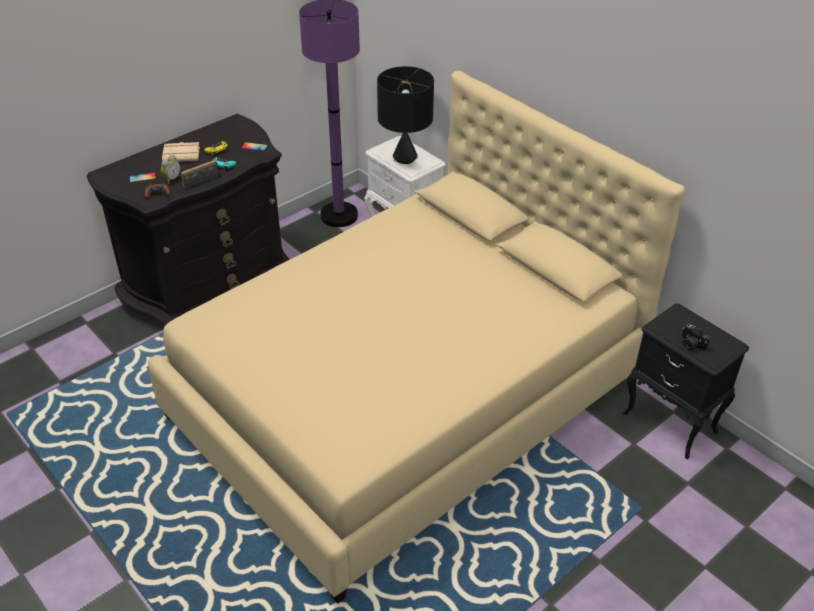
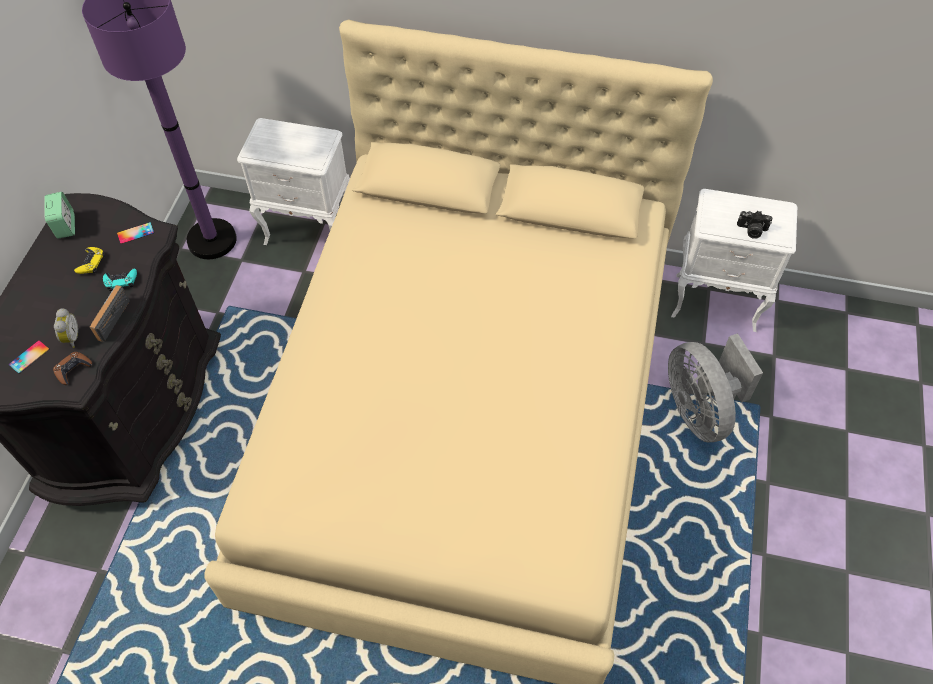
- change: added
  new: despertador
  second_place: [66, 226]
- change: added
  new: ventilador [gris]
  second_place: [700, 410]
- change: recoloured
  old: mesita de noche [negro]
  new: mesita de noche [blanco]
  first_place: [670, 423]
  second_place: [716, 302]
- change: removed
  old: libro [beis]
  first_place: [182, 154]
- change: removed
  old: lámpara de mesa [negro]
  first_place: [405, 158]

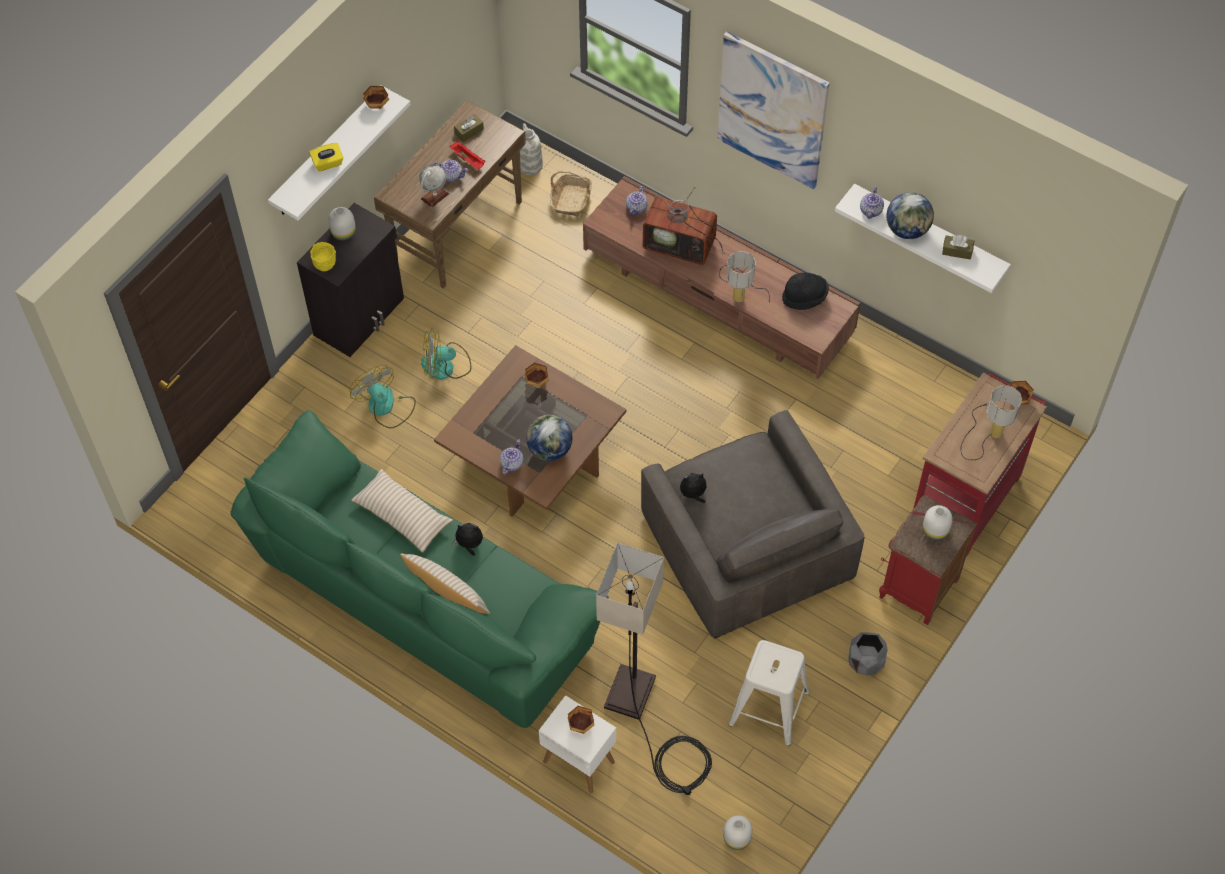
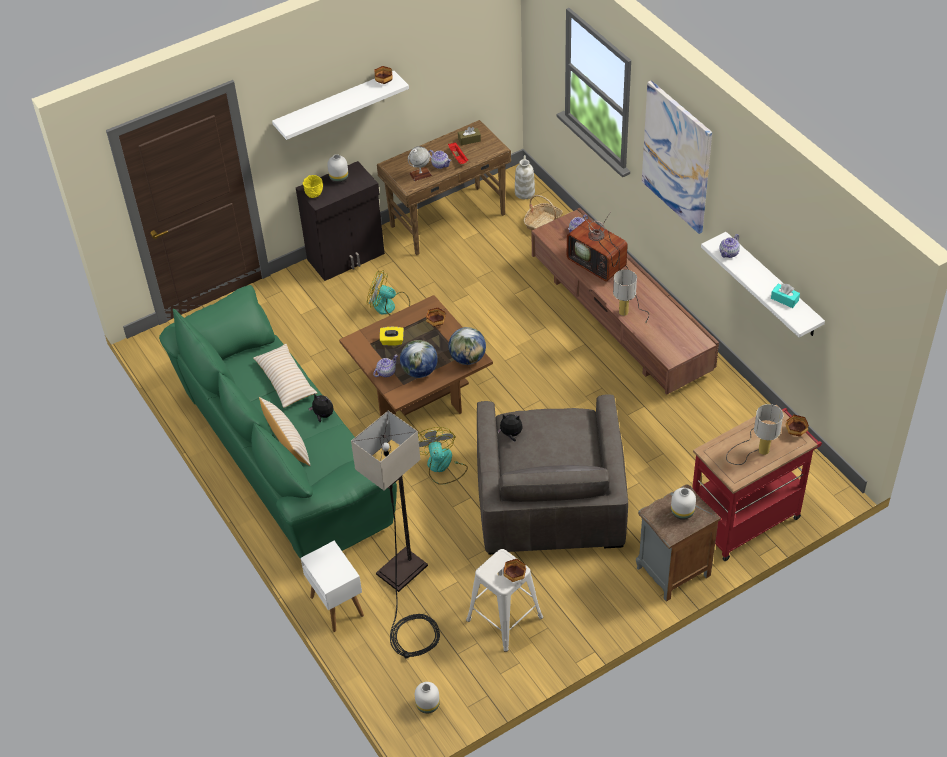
- change: moved
  old: caja de pañuelos [amarillo]
  first_place: [328, 163]
  second_place: [392, 341]
- change: moved
  old: ventilador
  first_place: [386, 407]
  second_place: [441, 466]
- change: moved
  old: globo terráqueo
  first_place: [907, 230]
  second_place: [468, 358]
- change: moved
  old: cuenco
  first_place: [581, 725]
  second_place: [515, 576]
- change: recoloured
  old: mesita de noche [rojo]
  new: mesita de noche [gris]
  first_place: [917, 587]
  second_place: [672, 570]
- change: recoloured
  old: caja de pañuelos [marrón]
  new: caja de pañuelos [turquesa]
  first_place: [957, 251]
  second_place: [784, 299]
- change: removed
  old: sombrero [negro]
  first_place: [804, 297]
- change: removed
  old: maceta [gris]
  first_place: [865, 661]

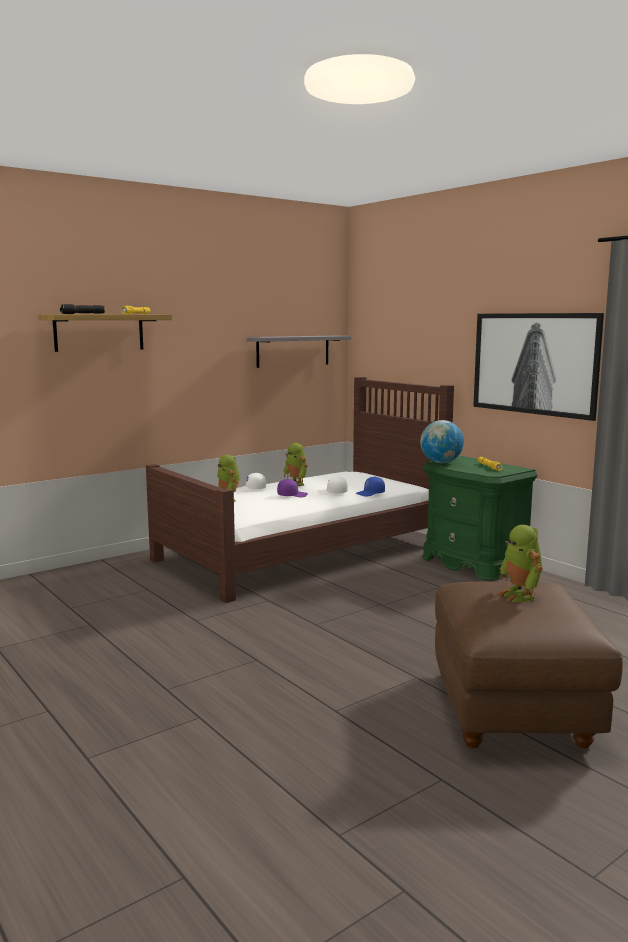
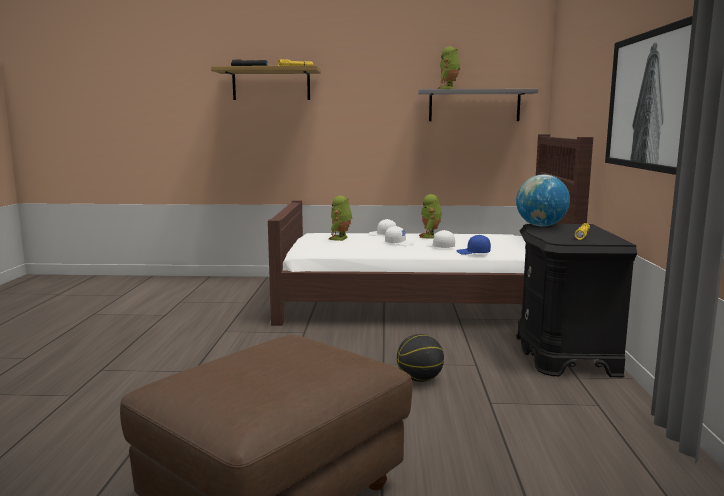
- change: recoloured
  old: gorra [morado]
  new: gorra [blanco]
  first_place: [292, 495]
  second_place: [399, 243]
- change: added
  new: balón de baloncesto
  second_place: [420, 379]
- change: moved
  old: robot de juguete
  first_place: [520, 596]
  second_place: [448, 89]
- change: recoloured
  old: mesita de noche [verde]
  new: mesita de noche [negro]
  first_place: [471, 563]
  second_place: [562, 354]

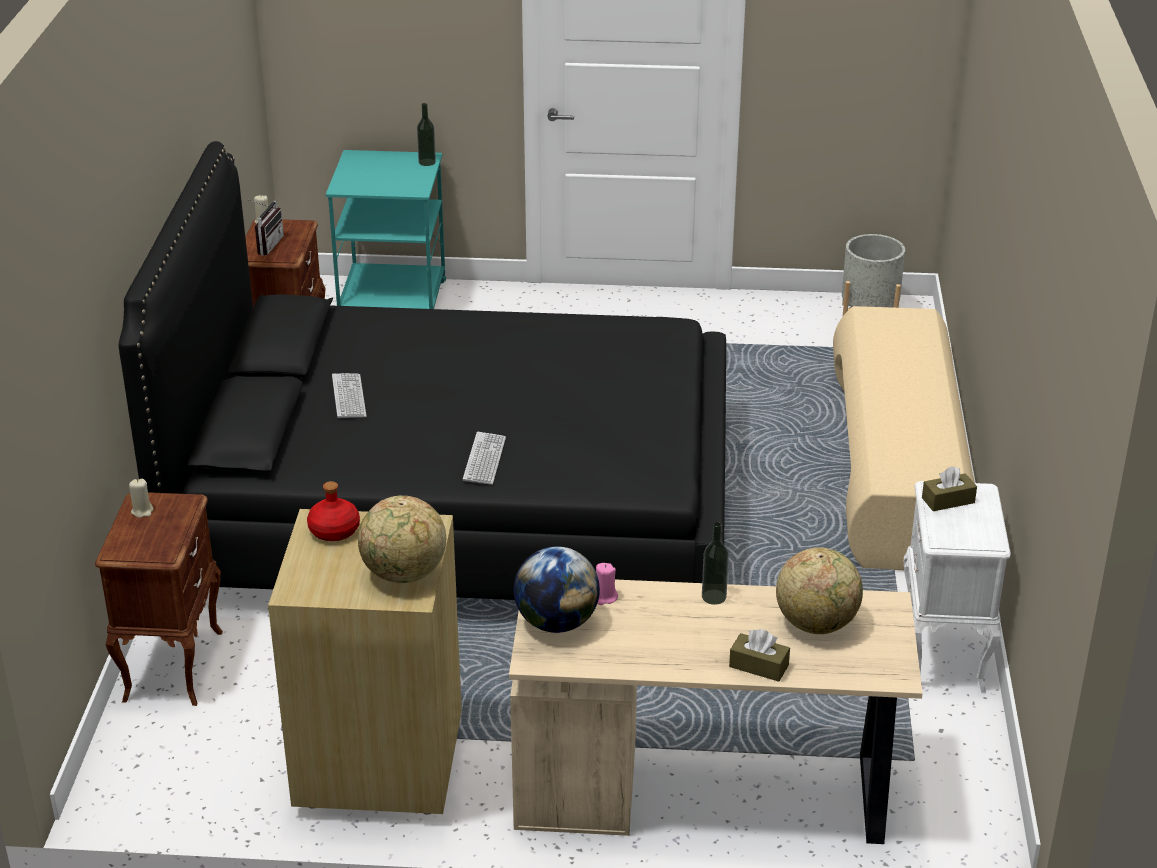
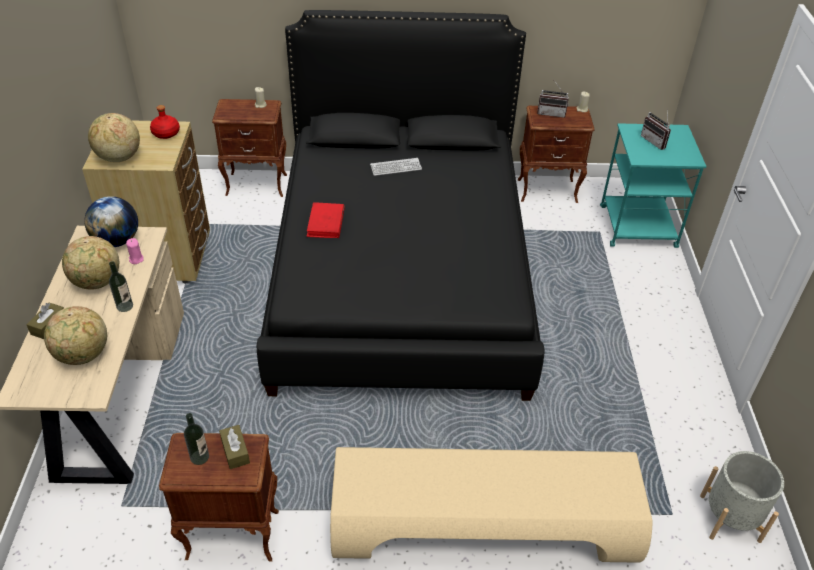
- change: added
  new: globo terráqueo
  second_place: [97, 282]
- change: recoloured
  old: mesita de noche [blanco]
  new: mesita de noche [marrón]
  first_place: [943, 655]
  second_place: [232, 535]
- change: moved
  old: botella
  first_place: [427, 162]
  second_place: [199, 457]
- change: replaced
  old: teclado
  new: libro [rojo]
  first_place: [484, 459]
  second_place: [326, 223]
- change: added
  new: radio
  second_place: [655, 141]

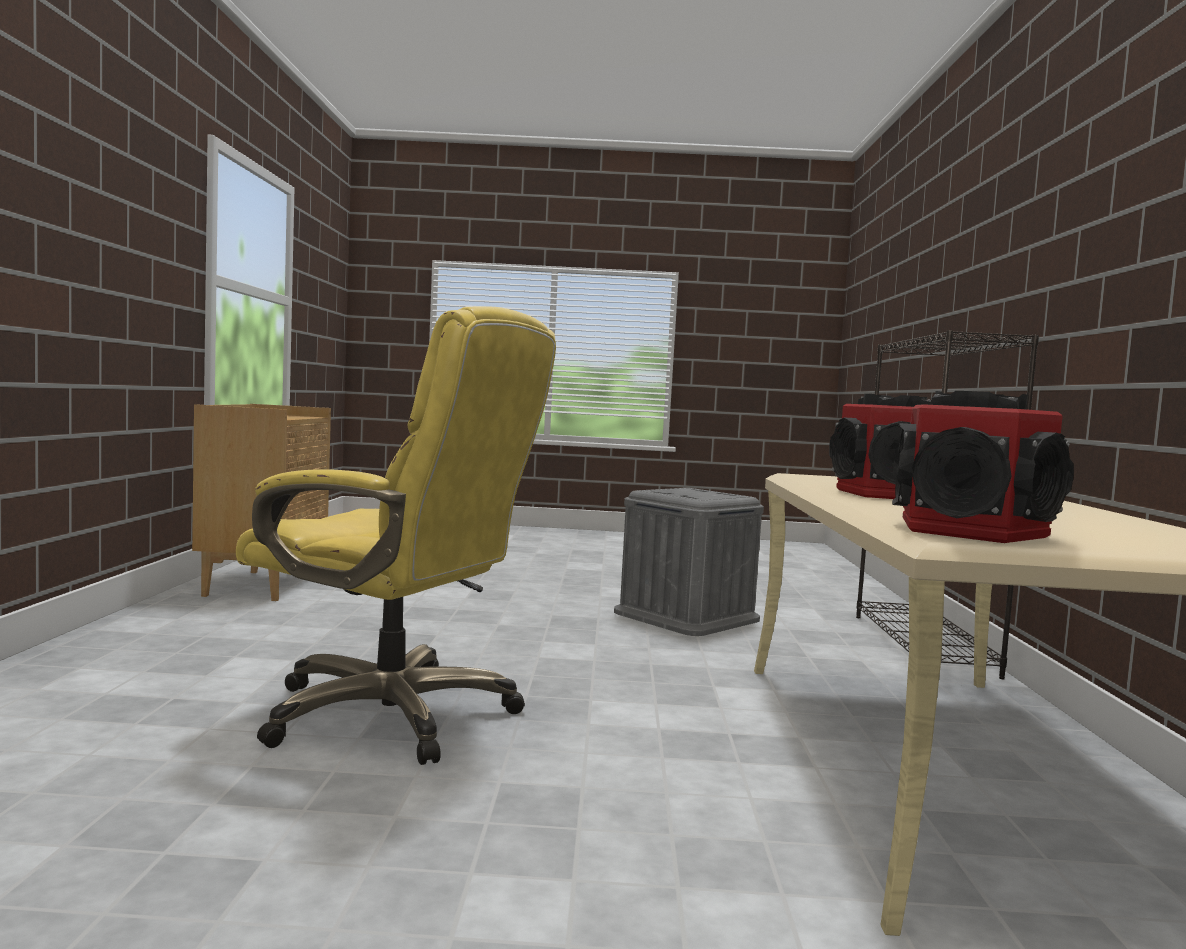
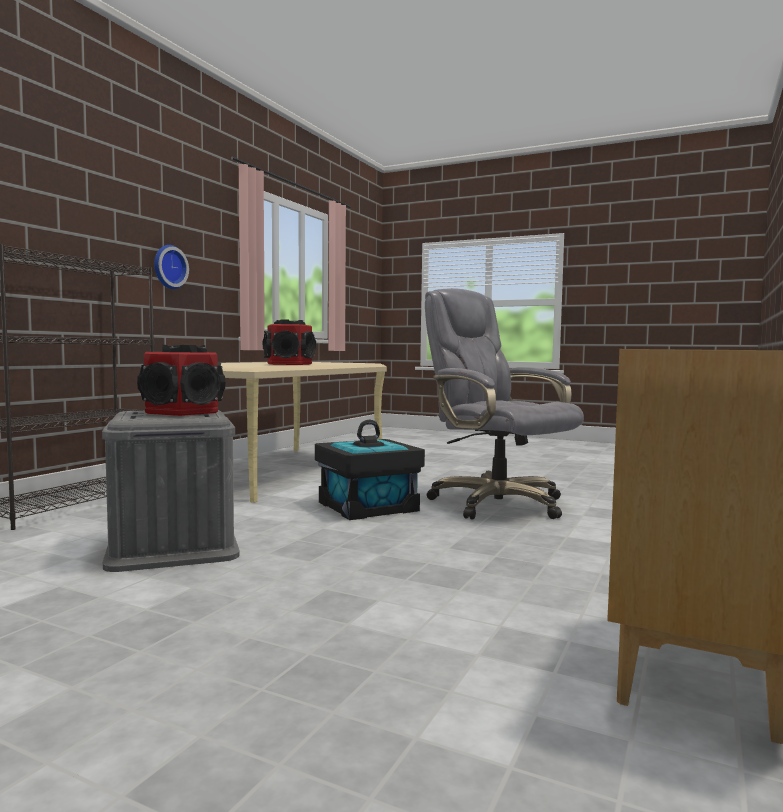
- change: moved
  old: altavoz
  first_place: [970, 531]
  second_place: [182, 412]
- change: added
  new: reloj de pared
  second_place: [168, 267]
- change: added
  new: caja de almacenaje [negro]
  second_place: [368, 507]
- change: recoloured
  old: silla de oficina [amarillo]
  new: silla de oficina [gris]
  first_place: [390, 714]
  second_place: [498, 503]

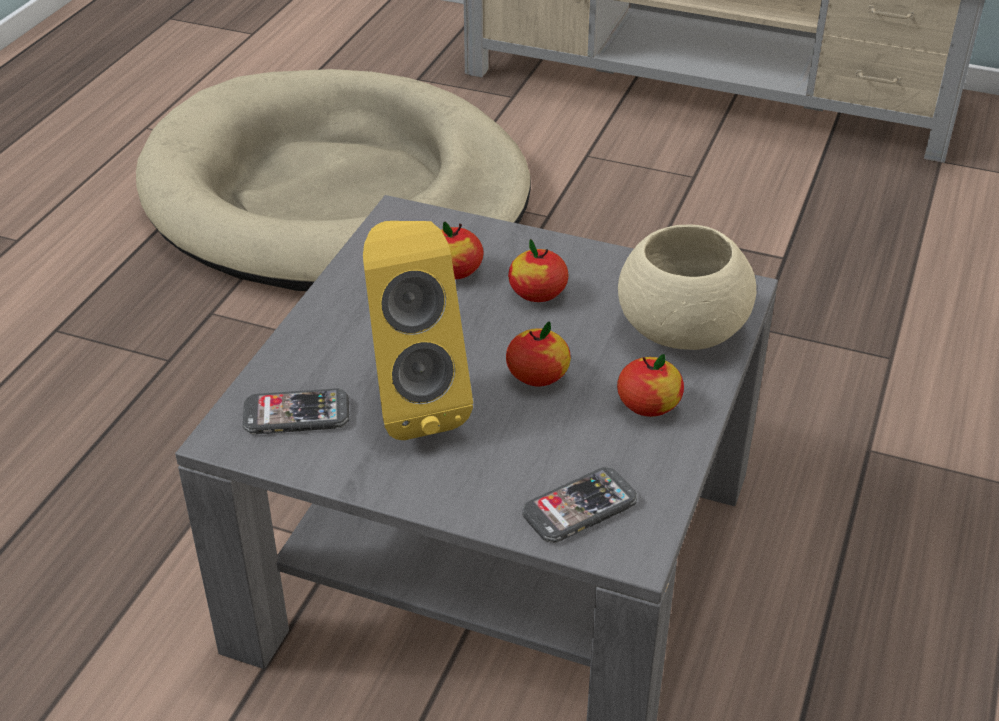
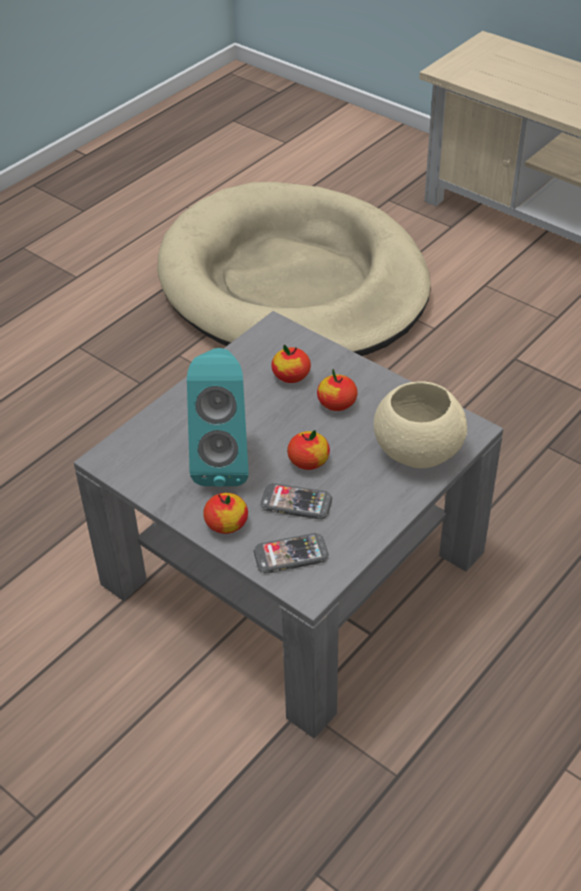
- change: recoloured
  old: altavoz [amarillo]
  new: altavoz [turquesa]
  first_place: [412, 402]
  second_place: [223, 462]
- change: moved
  old: manzana
  first_place: [648, 404]
  second_place: [226, 524]
- change: moved
  old: móvil
  first_place: [296, 414]
  second_place: [296, 503]

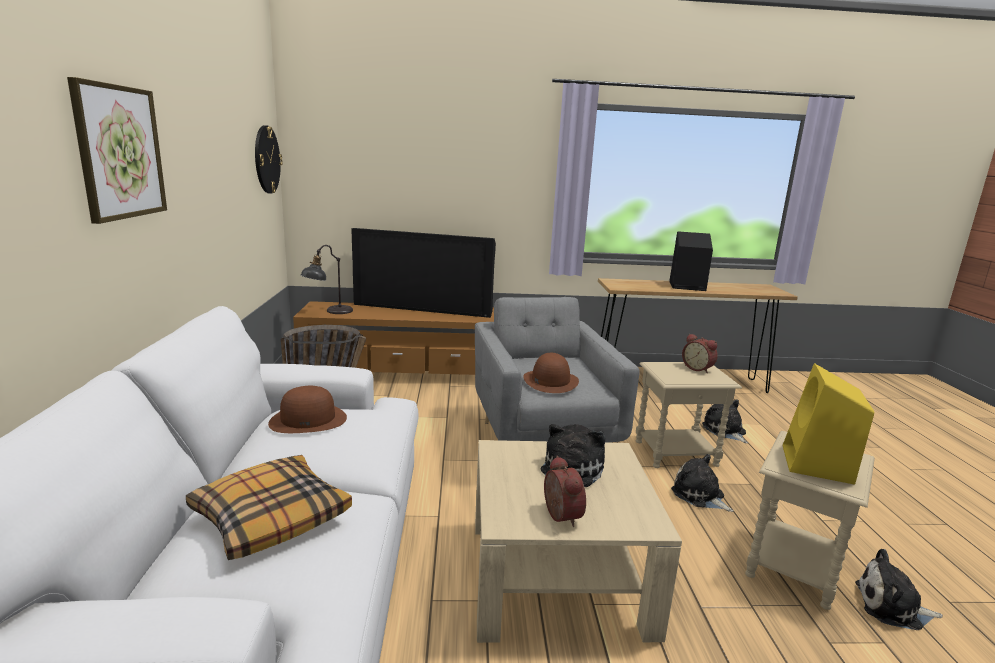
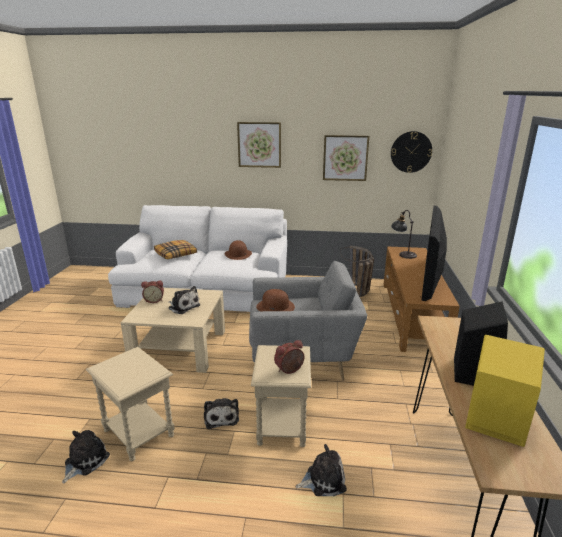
- change: turned
  old: peluche
  first_place: [700, 495]
  second_place: [221, 417]
  degrees: 105
- change: added
  new: cuadro
  second_place: [345, 158]
- change: moved
  old: altavoz [amarillo]
  first_place: [817, 465]
  second_place: [493, 420]

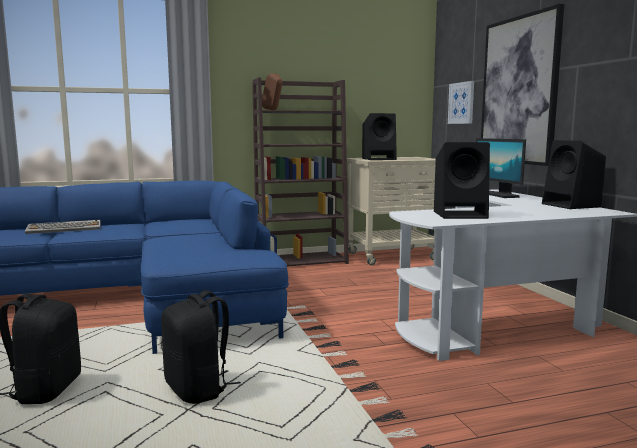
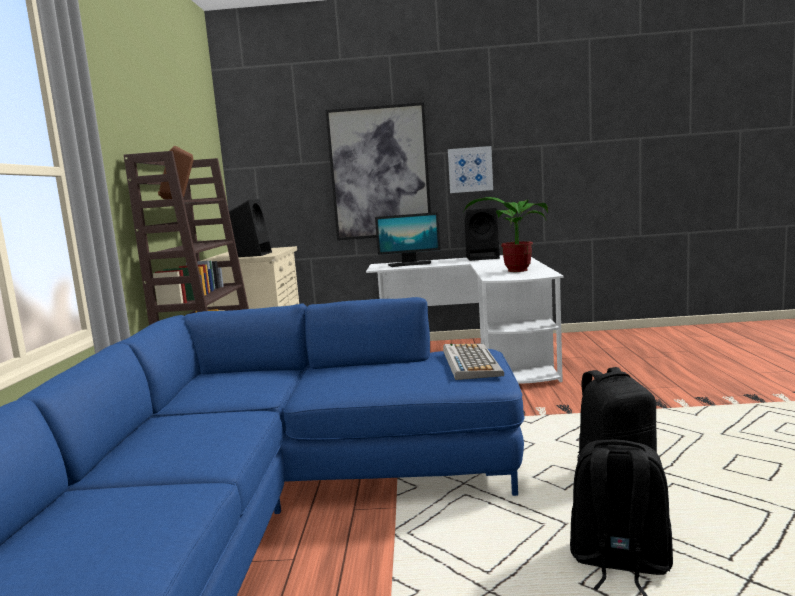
- change: moved
  old: teclado
  first_place: [65, 228]
  second_place: [470, 362]
- change: moved
  old: cuadro
  first_place: [461, 103]
  second_place: [470, 169]
- change: replaced
  old: altavoz [negro]
  new: planta en maceta
  first_place: [461, 215]
  second_place: [513, 270]

